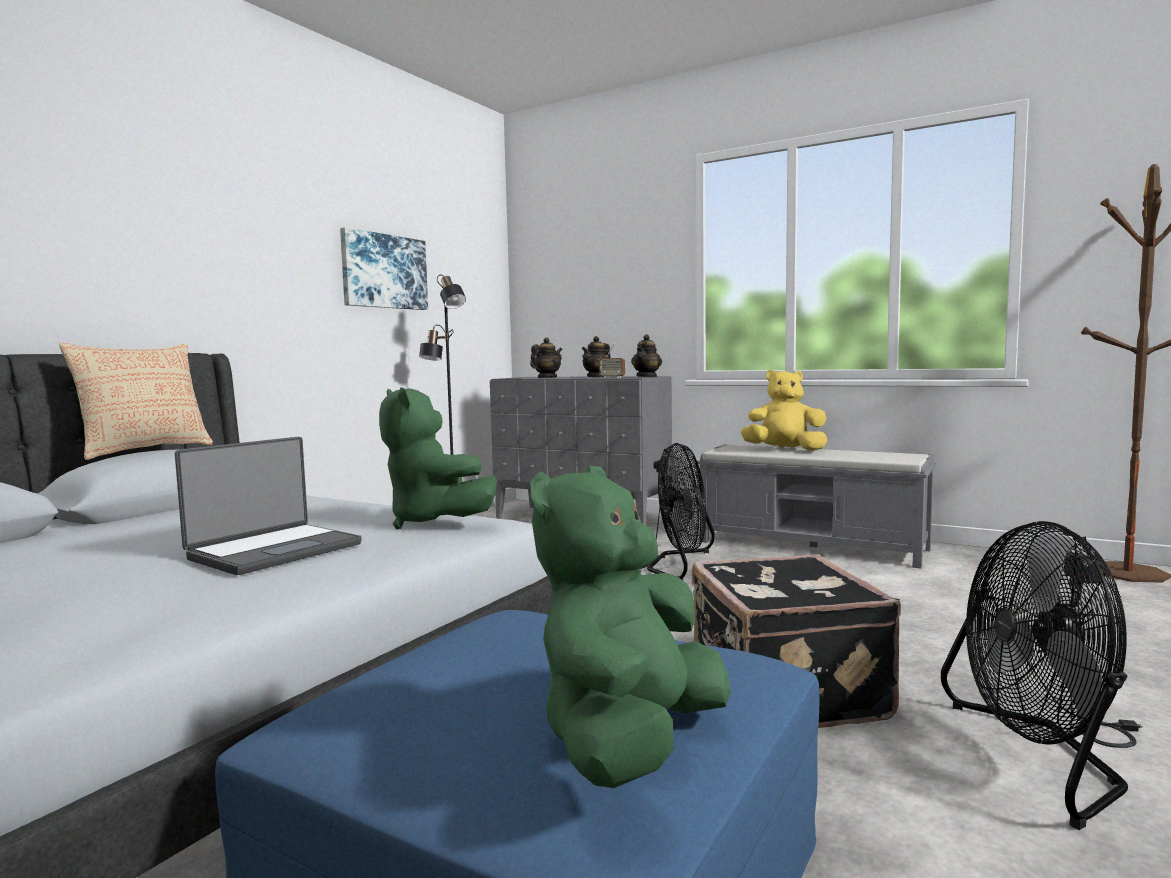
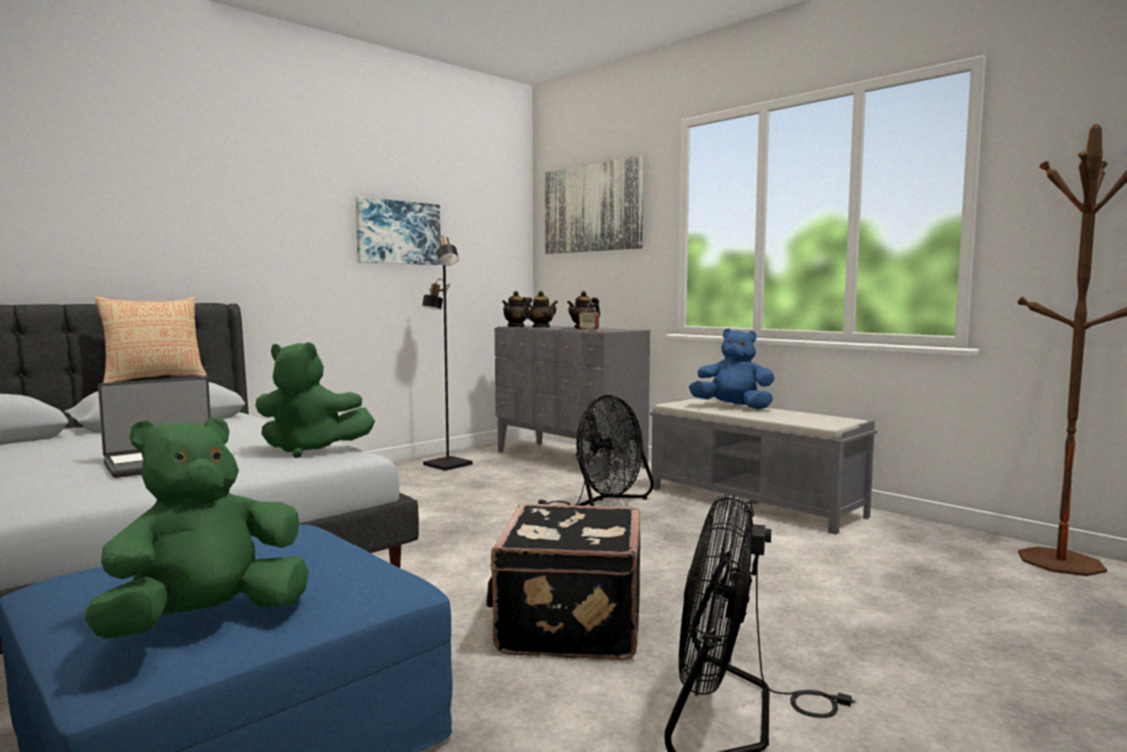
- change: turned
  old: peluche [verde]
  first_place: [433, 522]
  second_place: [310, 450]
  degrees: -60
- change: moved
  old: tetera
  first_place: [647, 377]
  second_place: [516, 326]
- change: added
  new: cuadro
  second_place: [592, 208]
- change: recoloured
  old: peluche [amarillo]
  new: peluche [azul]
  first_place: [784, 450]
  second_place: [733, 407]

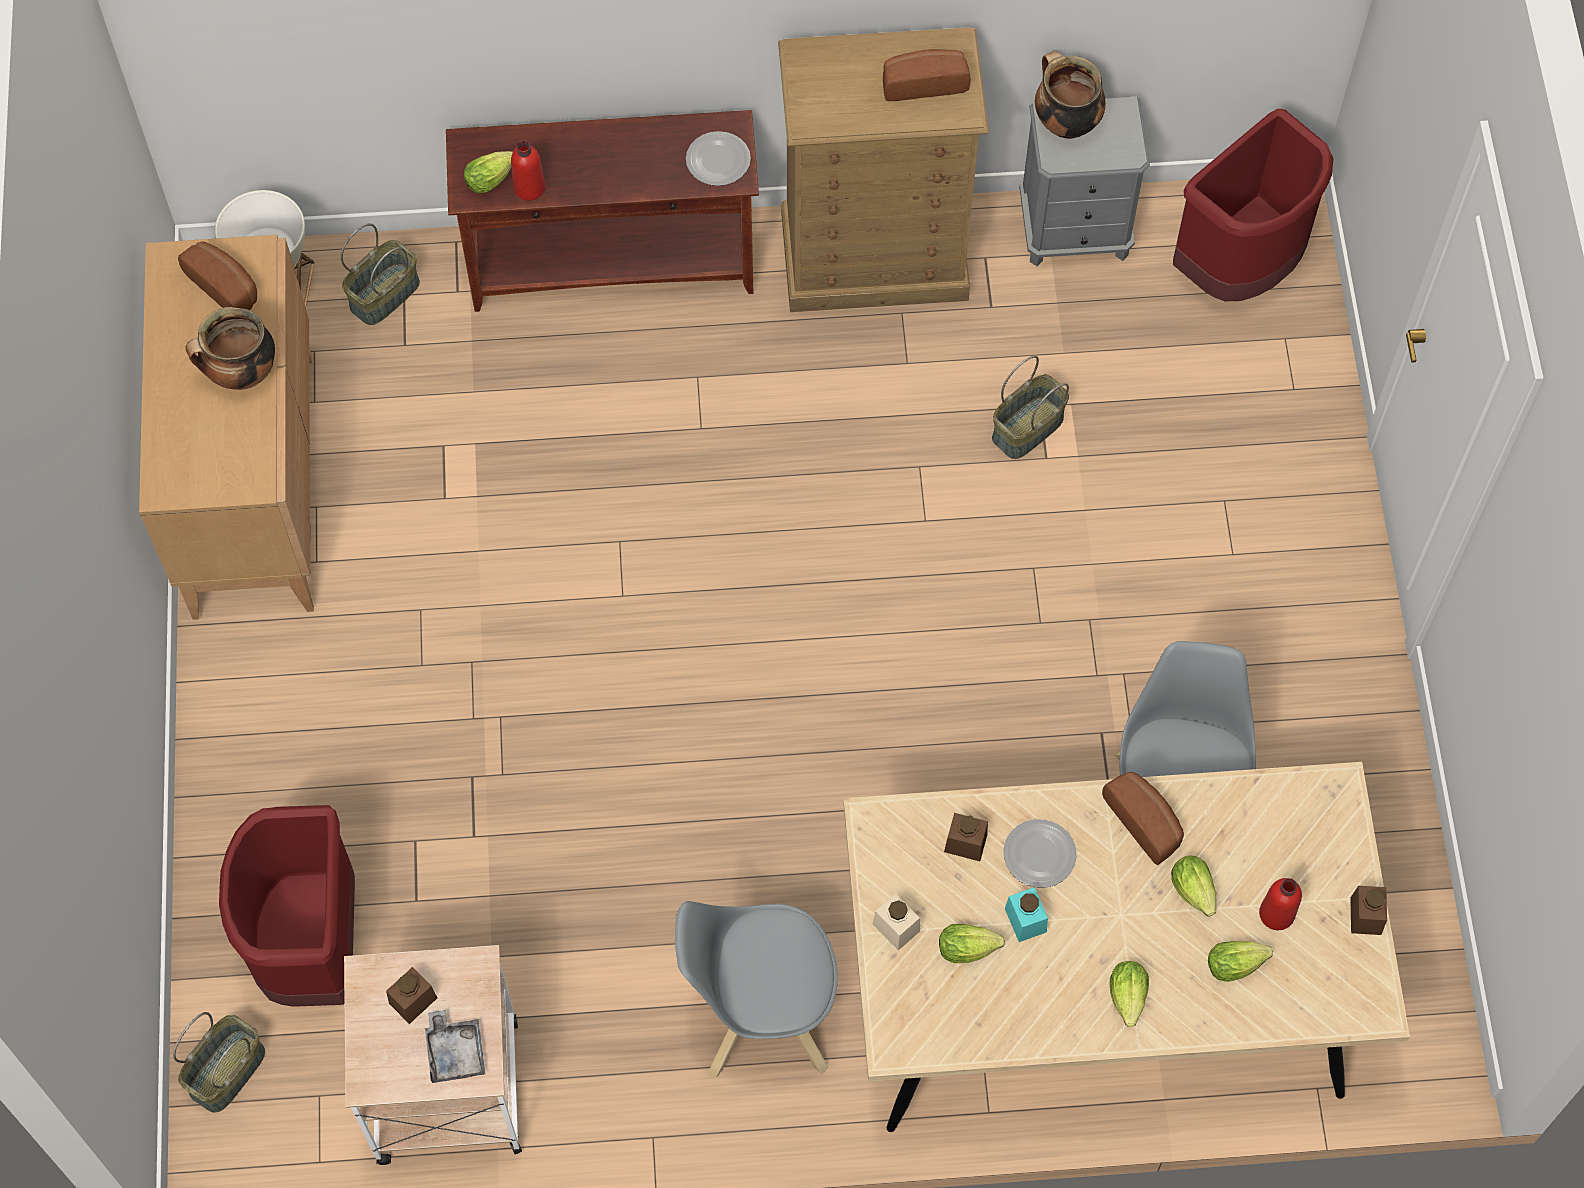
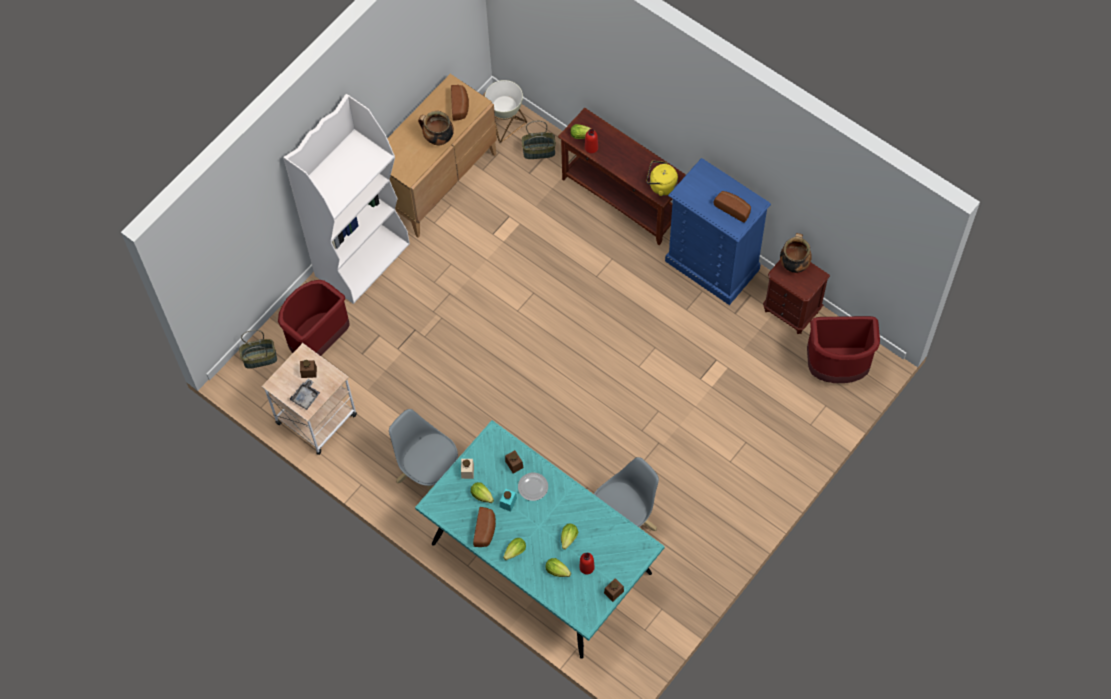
- change: added
  new: estantería [blanco]
  second_place: [362, 259]
- change: recoloured
  old: mesa de comedor [beis]
  new: mesa de comedor [turquesa]
  first_place: [1102, 984]
  second_place: [542, 558]
- change: moved
  old: pan
  first_place: [1145, 821]
  second_place: [486, 530]
- change: replaced
  old: plato
  new: hervidor [amarillo]
  first_place: [717, 160]
  second_place: [661, 185]
- change: recoloured
  old: cómoda [marrón]
  new: cómoda [azul]
  first_place: [876, 258]
  second_place: [713, 266]
- change: recoloured
  old: mesita de noche [gris]
  new: mesita de noche [marrón]
  first_place: [1075, 231]
  second_place: [791, 310]
- change: removed
  old: cesta
  first_place: [1028, 429]

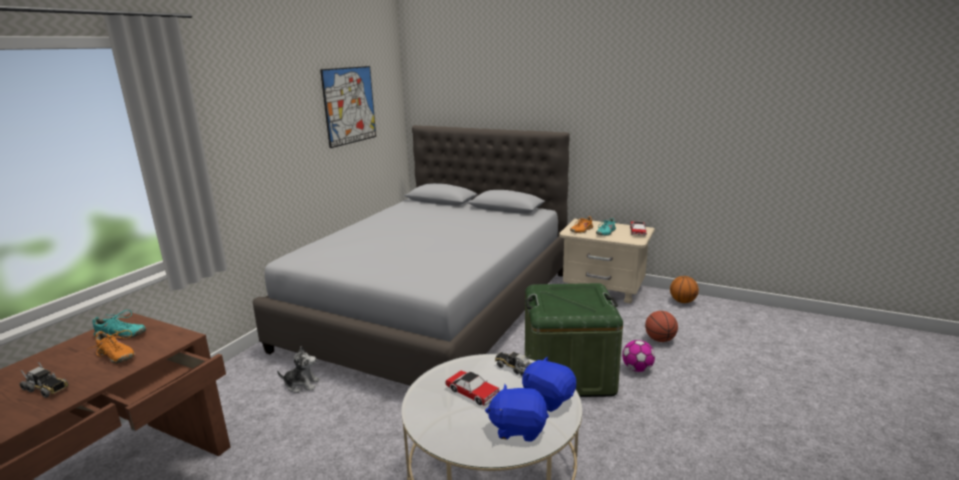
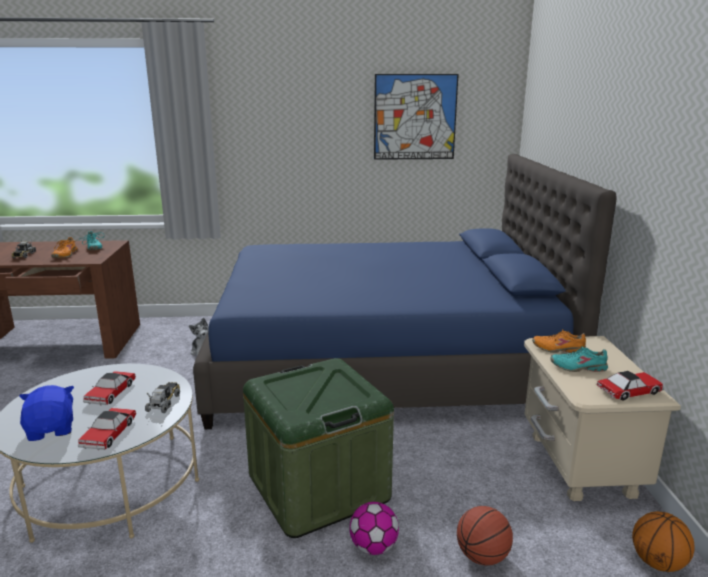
- change: replaced
  old: peluche [azul]
  new: coche de juguete
  first_place: [548, 398]
  second_place: [108, 434]
- change: recoloured
  old: cama [gris]
  new: cama [azul]
  first_place: [434, 308]
  second_place: [383, 363]

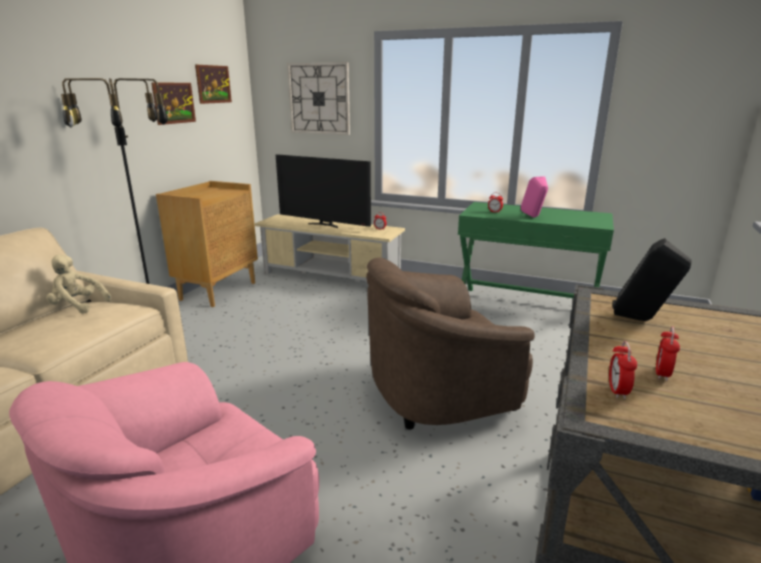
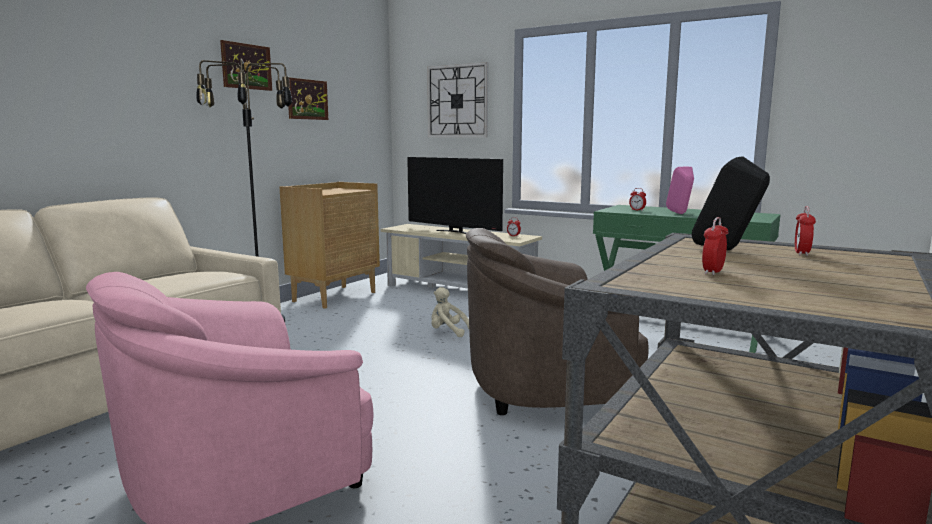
- change: moved
  old: cuadro
  first_place: [213, 84]
  second_place: [246, 66]
- change: moved
  old: peluche [beis]
  first_place: [77, 306]
  second_place: [448, 332]
- change: moved
  old: despertador
  first_place: [617, 391]
  second_place: [801, 253]

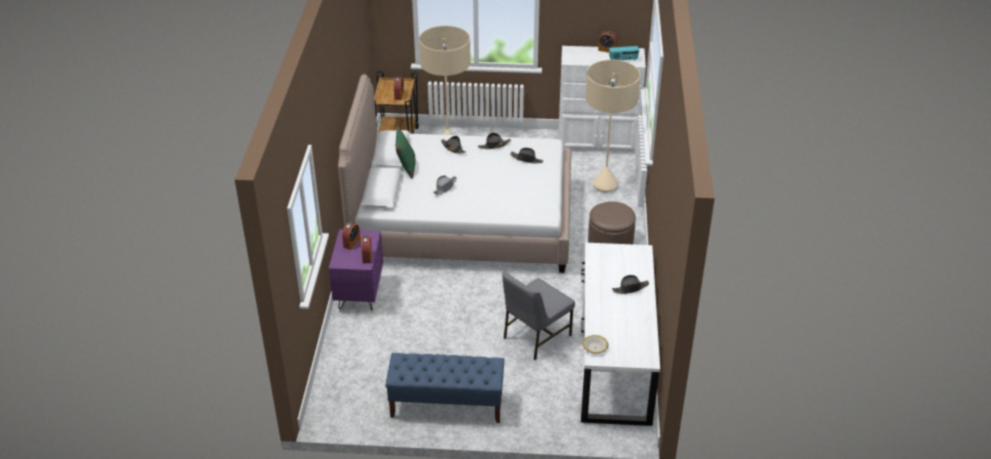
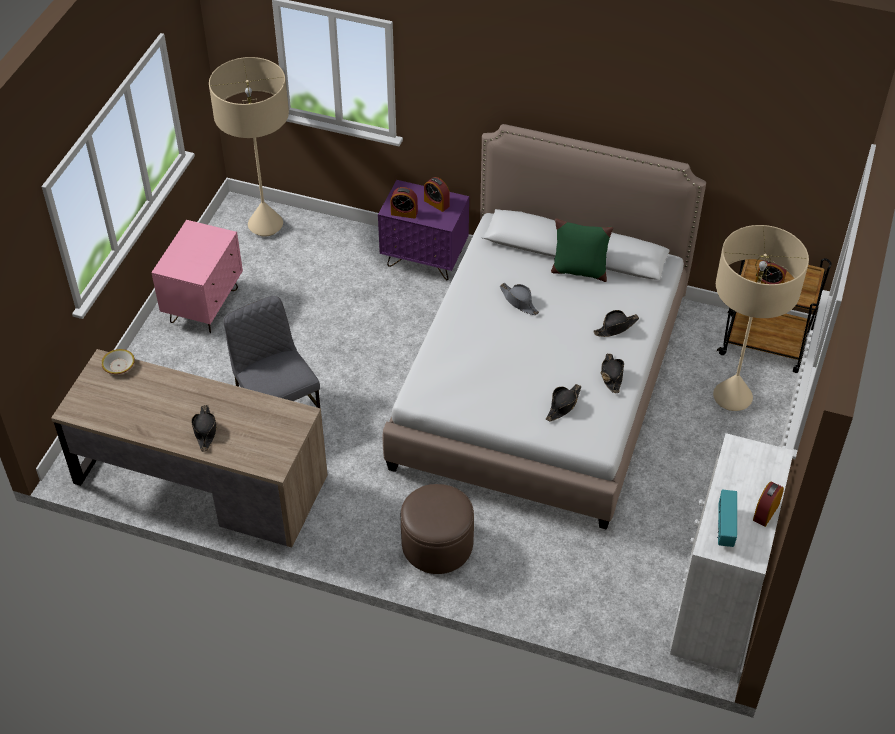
- change: recoloured
  old: escritorio [blanco]
  new: escritorio [marrón]
  first_place: [615, 359]
  second_place: [200, 480]
- change: replaced
  old: banco [azul]
  new: mesita de noche [rosa]
  first_place: [446, 405]
  second_place: [204, 305]
- change: moved
  old: lámpara de pie [beis]
  first_place: [605, 186]
  second_place: [265, 227]

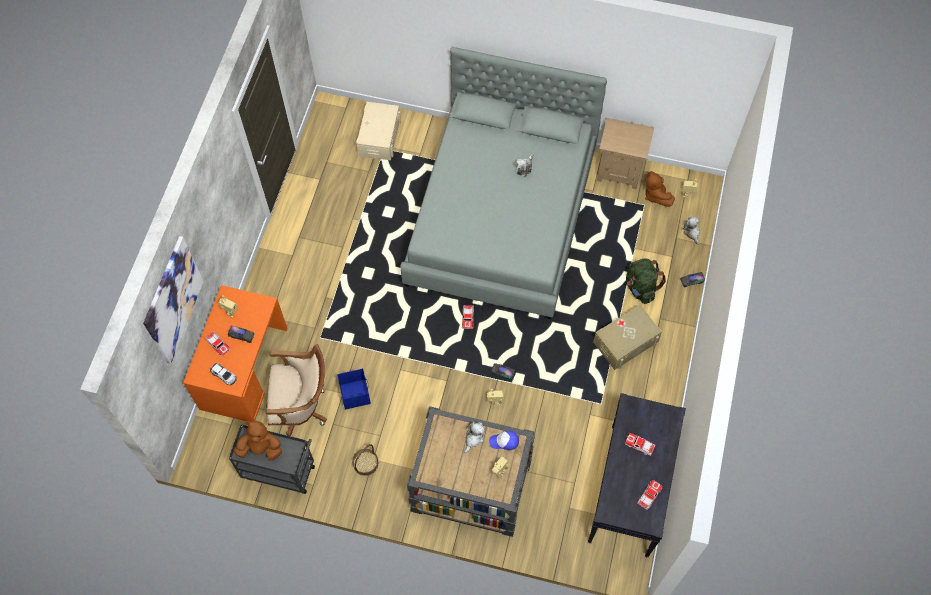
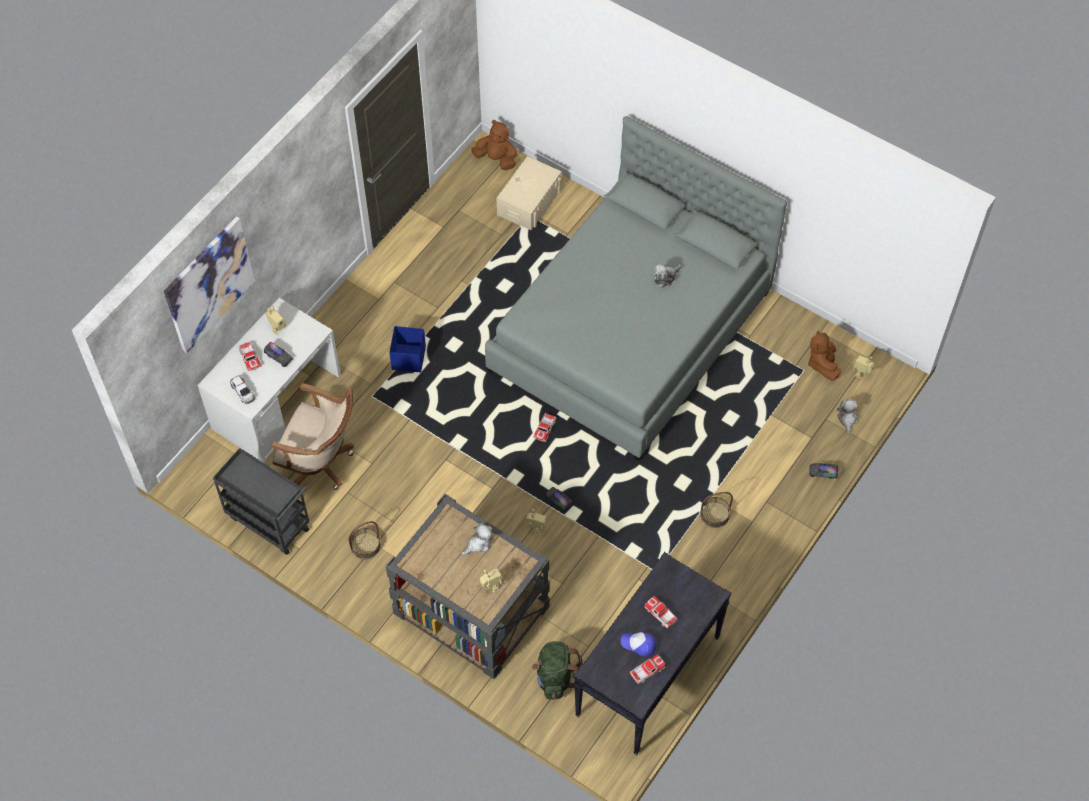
- change: recoloured
  old: escritorio [naranja]
  new: escritorio [blanco]
  first_place: [244, 368]
  second_place: [276, 402]
- change: moved
  old: caja de almacenaje [azul]
  first_place: [355, 394]
  second_place: [409, 358]
- change: moved
  old: peluche [marrón]
  first_place: [261, 448]
  second_place: [496, 159]
- change: moved
  old: mochila [verde]
  first_place: [640, 287]
  second_place: [555, 677]
- change: moved
  old: gorra
  first_place: [504, 441]
  second_place: [638, 644]
- change: replaced
  old: caja de almacenaje [beis]
  new: cesta
  first_place: [625, 342]
  second_place: [714, 514]
- change: removed
  old: mesita de noche [beis]
  first_place: [620, 172]

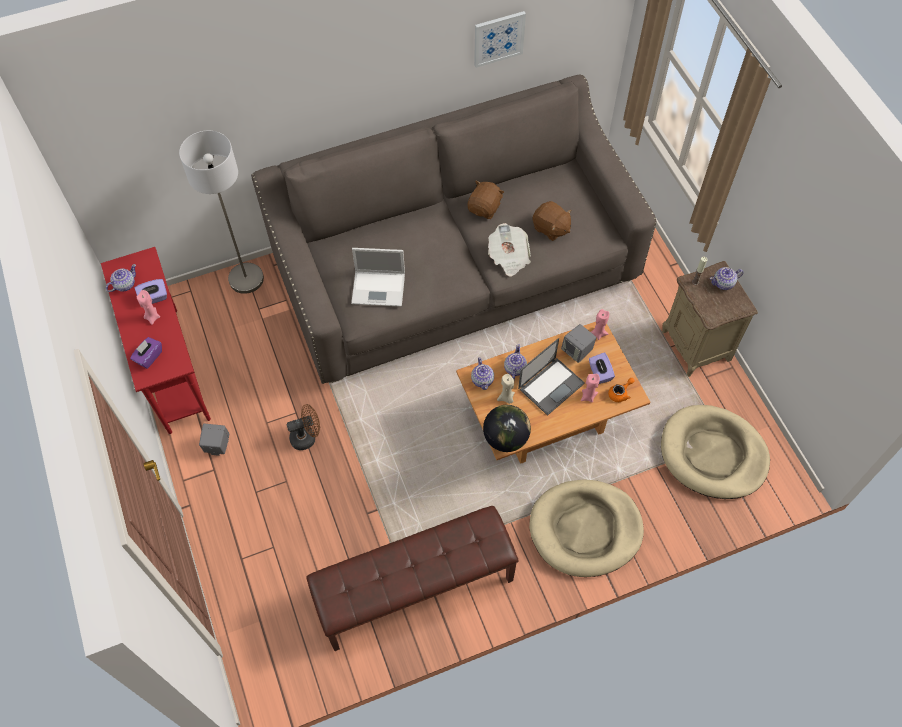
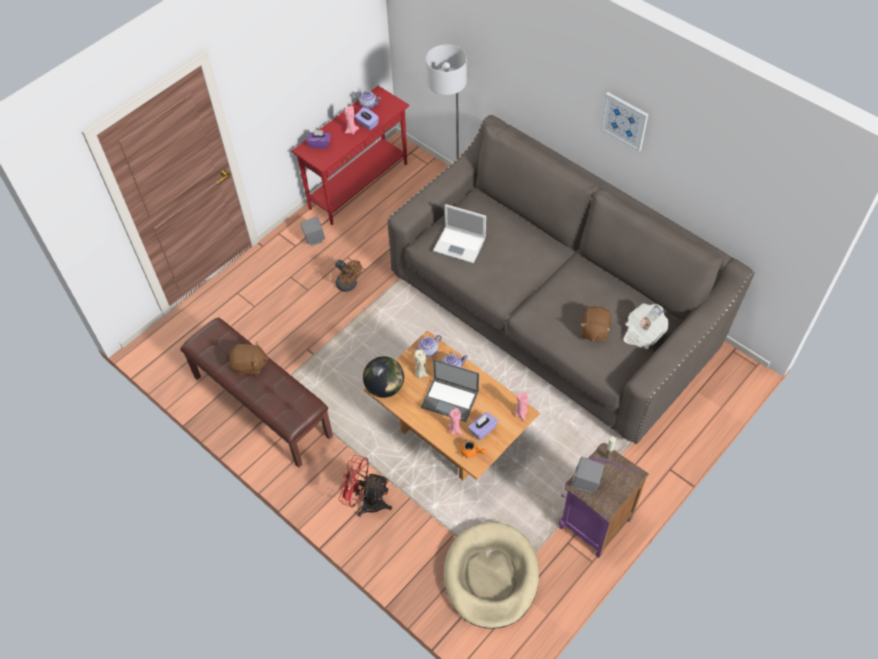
- change: moved
  old: peluche [marrón]
  first_place: [485, 208]
  second_place: [249, 365]
- change: replaced
  old: cama para perro [beis]
  new: ventilador [rojo]
  first_place: [585, 529]
  second_place: [367, 501]
- change: turned
  old: portátil
  first_place: [379, 288]
  second_place: [460, 245]
  degrees: -45
- change: recoloured
  old: mesita de noche [beis]
  new: mesita de noche [morado]
  first_place: [695, 346]
  second_place: [594, 522]
- change: moved
  old: altavoz [gris]
  first_place: [577, 351]
  second_place: [586, 482]
- change: moved
  old: cuadro
  first_place: [498, 38]
  second_place: [624, 121]
- change: moved
  old: periódico
  first_place: [509, 257]
  second_place: [642, 333]
- change: removed
  old: tetera
  first_place: [723, 283]

